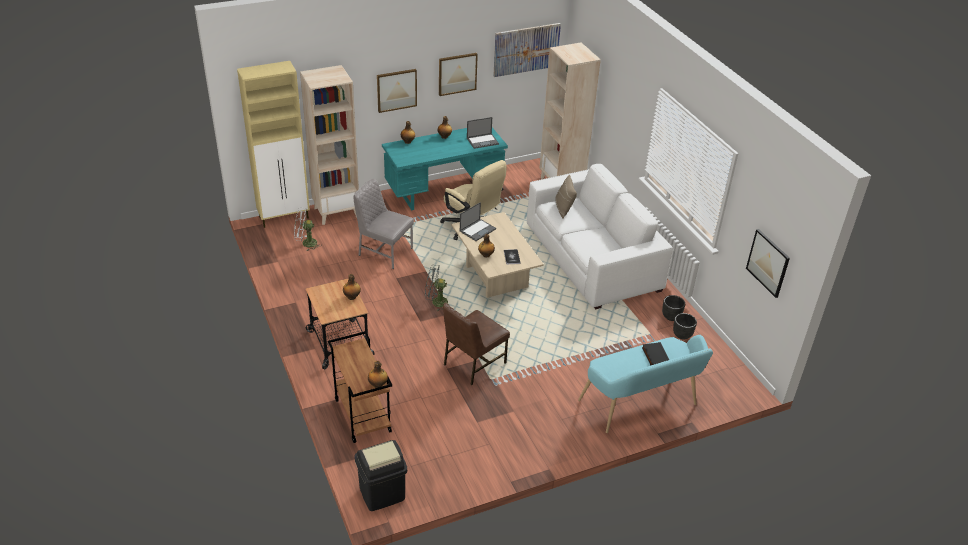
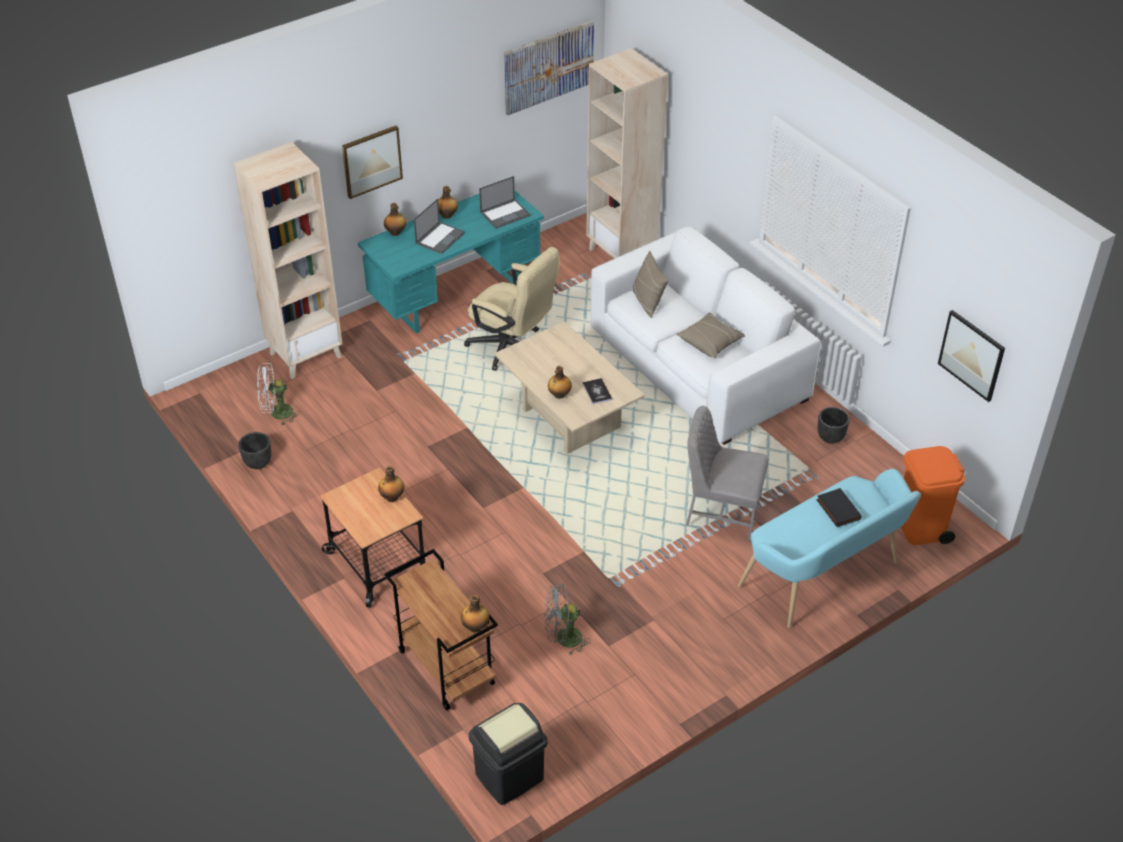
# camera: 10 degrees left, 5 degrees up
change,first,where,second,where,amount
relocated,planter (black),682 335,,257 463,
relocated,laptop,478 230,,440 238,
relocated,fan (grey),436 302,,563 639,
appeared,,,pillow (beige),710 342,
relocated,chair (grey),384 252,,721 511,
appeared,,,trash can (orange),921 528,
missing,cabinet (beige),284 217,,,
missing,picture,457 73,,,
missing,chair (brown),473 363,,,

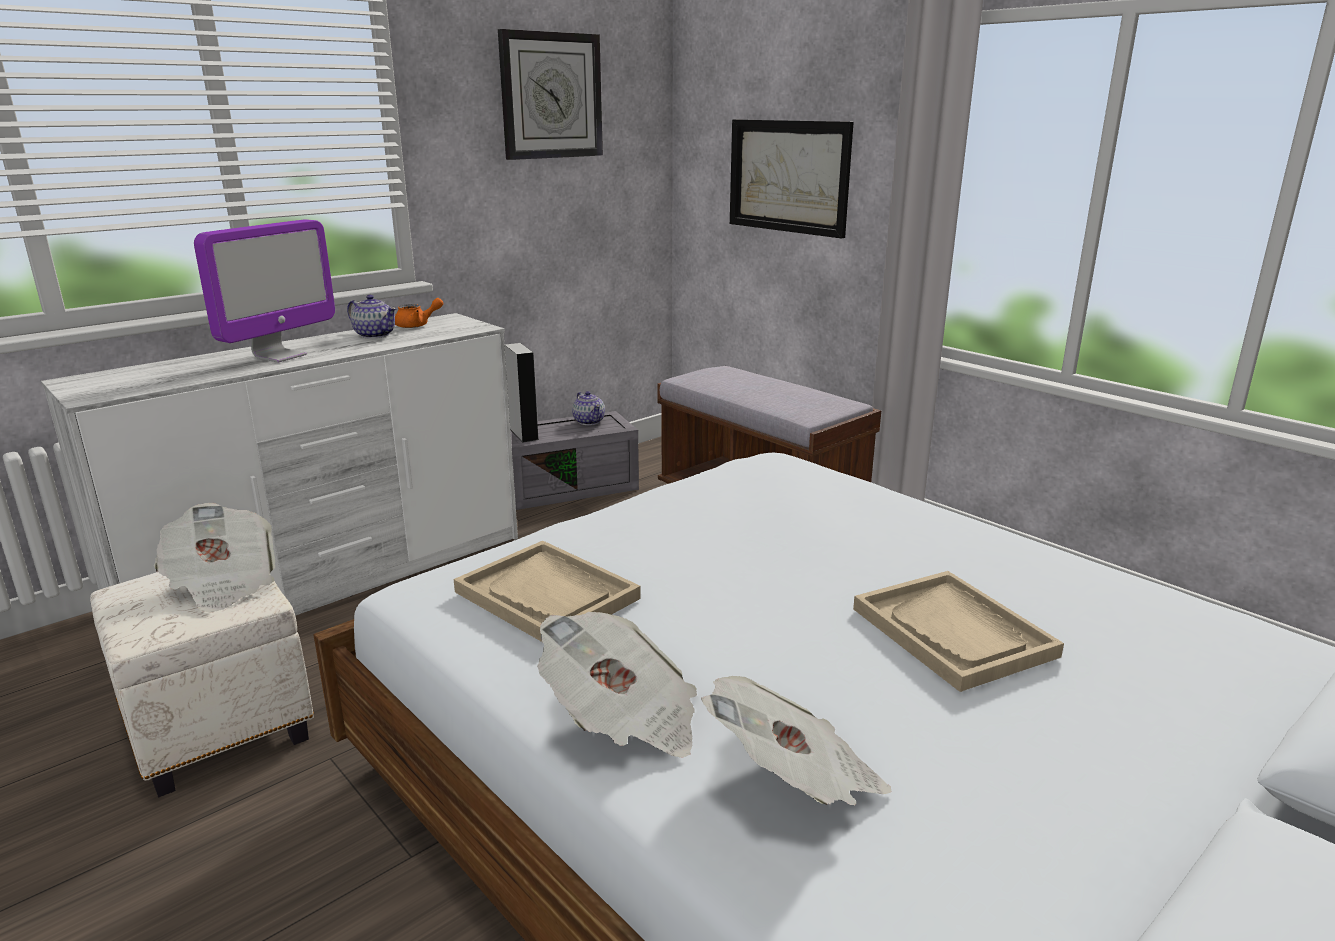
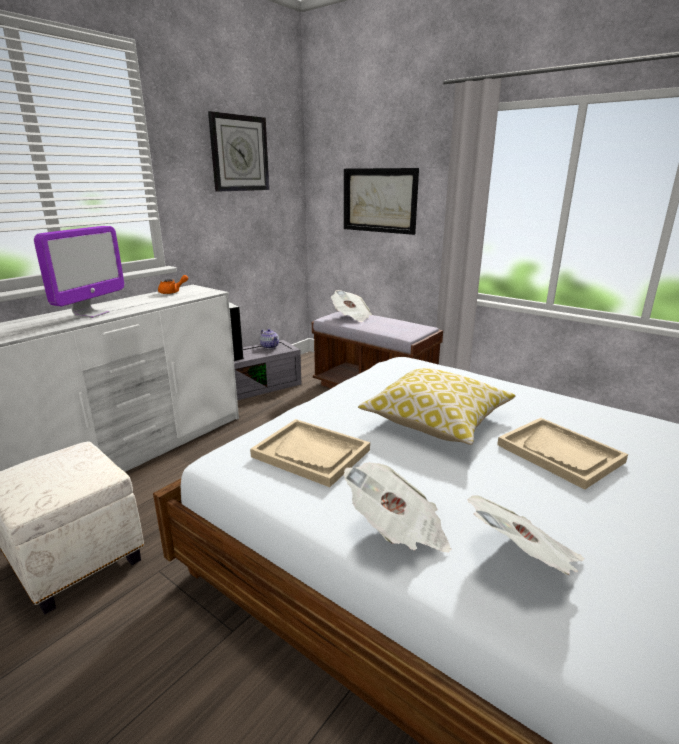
# camera: 10 degrees left, 0 degrees up
change,first,where,second,where,amount
relocated,newspaper,222 583,,351 317,
appeared,,,pillow,436 421,
missing,teapot,375 335,,,

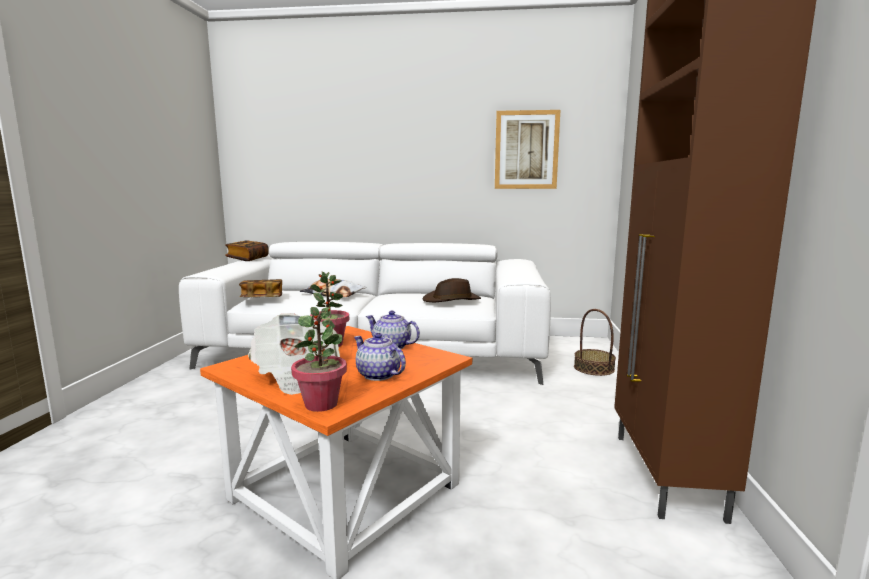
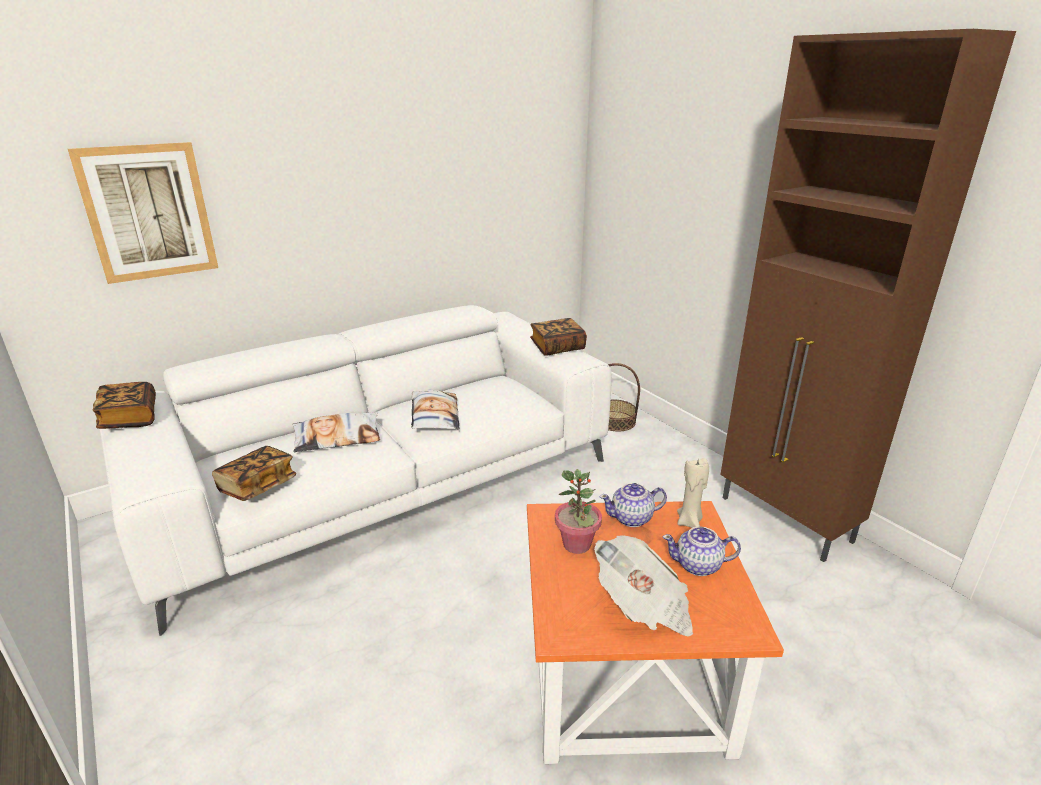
# camera: 40 degrees left, 15 degrees up
change,first,where,second,where,amount
relocated,picture,526 150,,148 212,
appeared,,,pillow,434 416,
appeared,,,book,557 347,
appeared,,,candle (beige),689 522,
missing,potted plant,321 404,,,
missing,hat (brown),452 300,,,

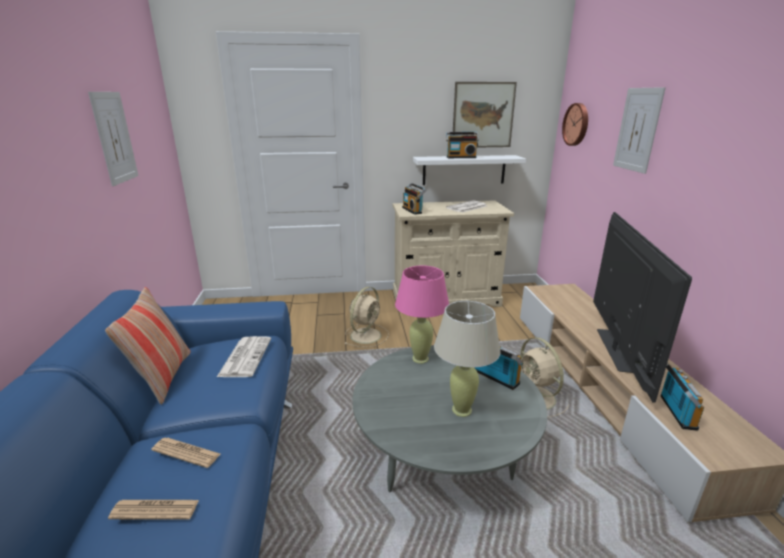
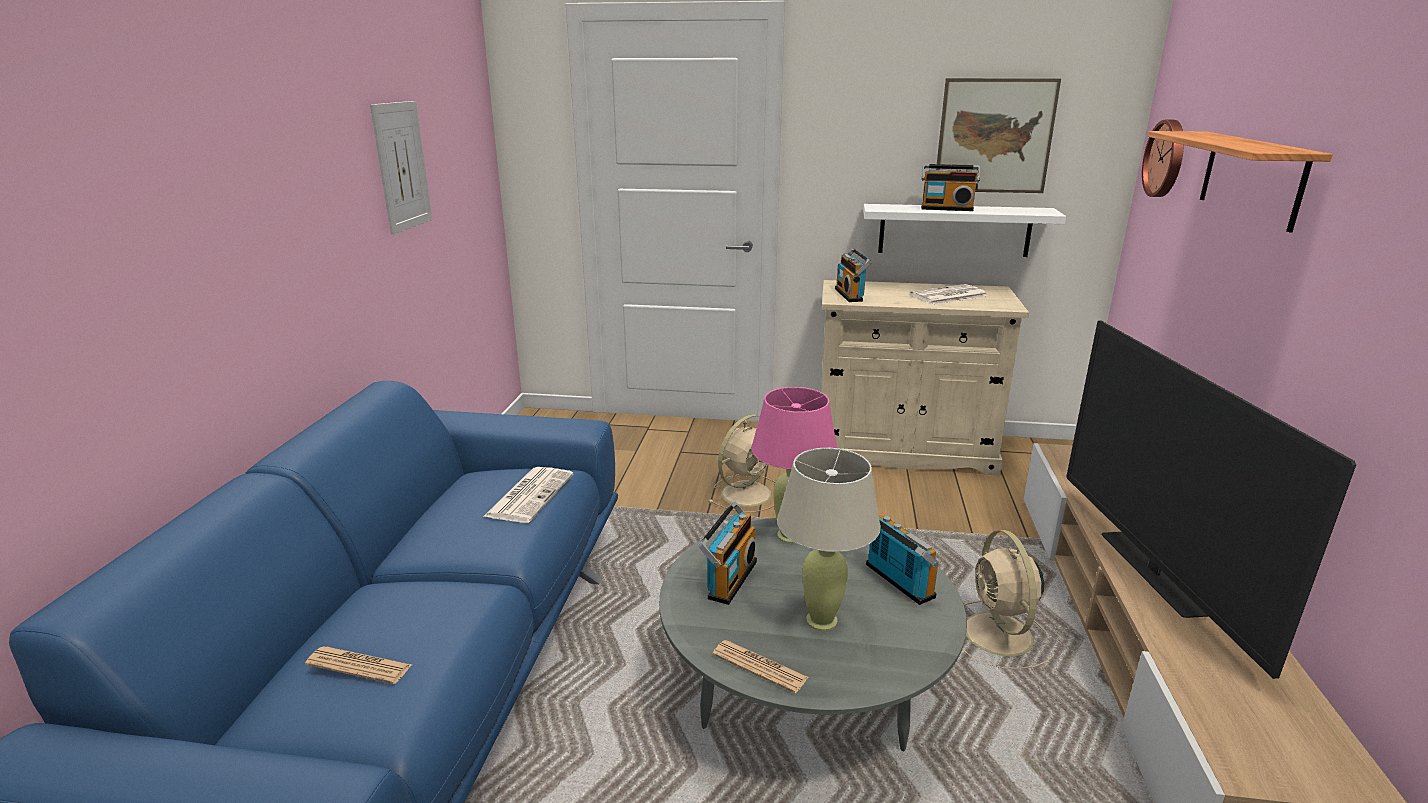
# camera: 15 degrees right, 0 degrees up
change,first,where,second,where,amount
relocated,radio,675 412,,729 579,
relocated,newspaper,186 452,,759 666,
spun,television,614 350,,1151 573,150 degrees clockwise
exchanged,picture,637 130,shelf,1251 178,
missing,pillow,163 377,,,

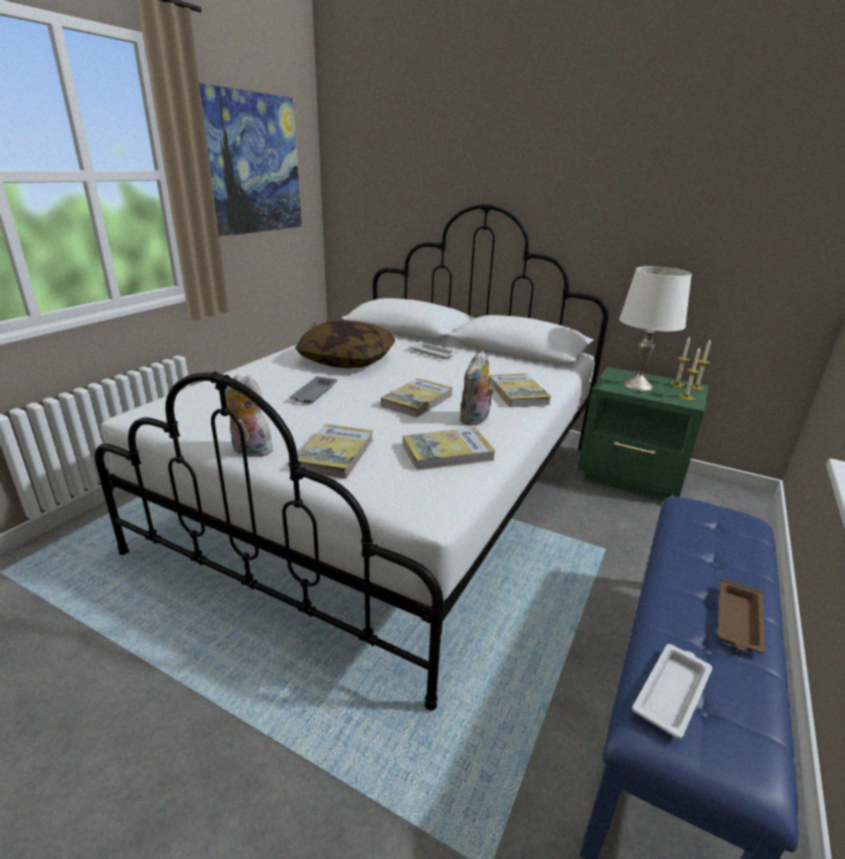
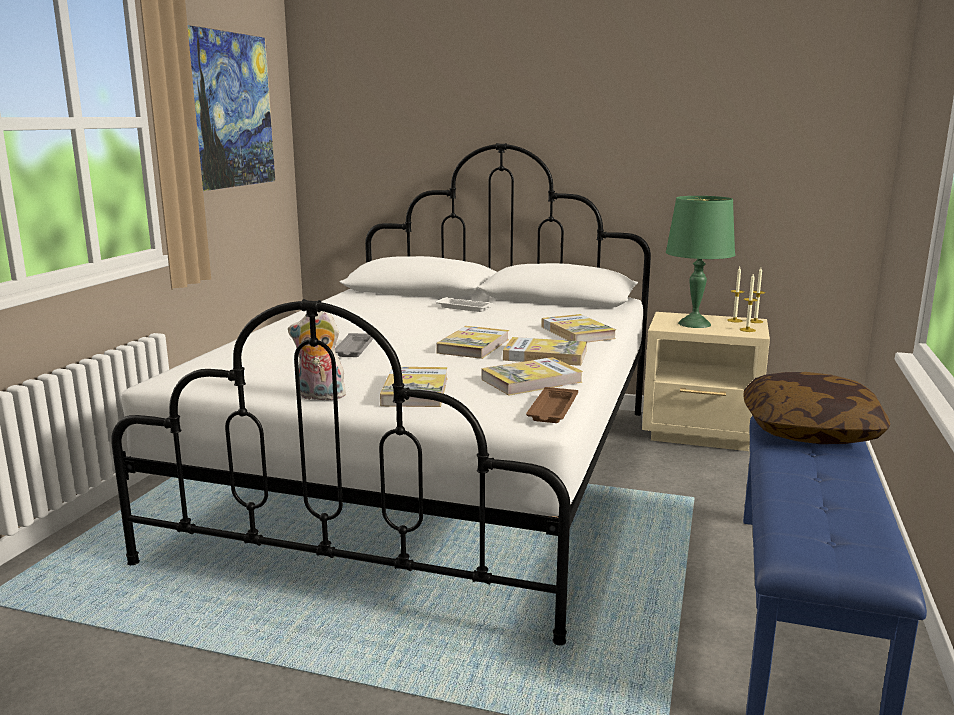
# camera: 10 degrees left, 10 degrees down
change,first,where,second,where,amount
exchanged,plush toy,475 420,book,545 355,
relocated,tray (brown),738 621,,552 410,
colour,nightstand (green),631 477,nightstand (beige),701 434,
colour,table lamp (white),637 384,table lamp (green),694 323,
relocated,pillow,347 360,,810 430,
missing,tray (white),672 692,,,

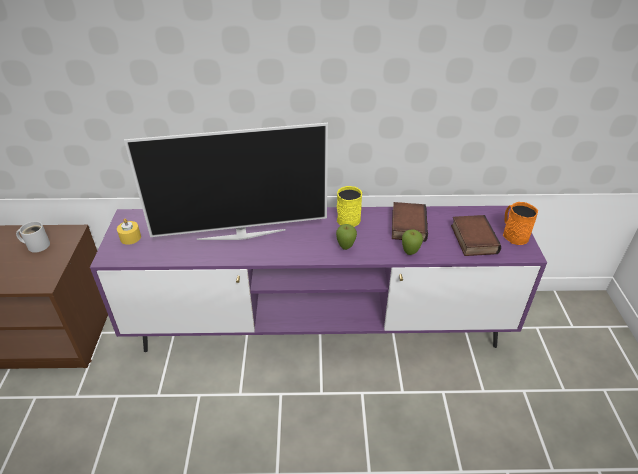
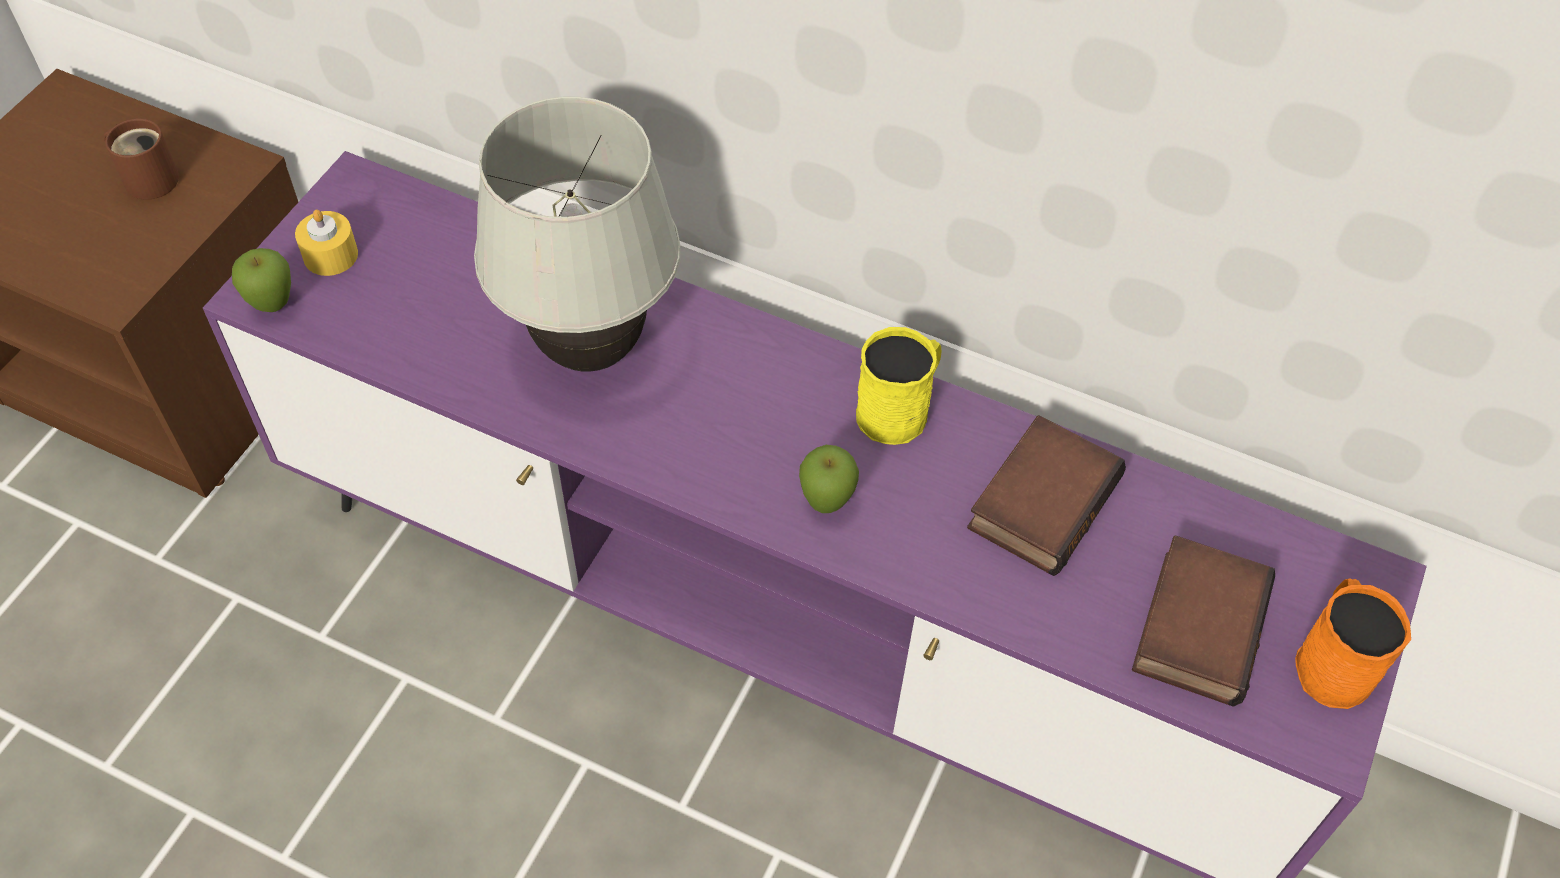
# camera: 25 degrees right, 15 degrees up
change,first,where,second,where,amount
colour,mug (white),37 245,mug (brown),149 177,
relocated,apple,410 253,,273 306,
exchanged,television,241 234,table lamp (white),591 349,

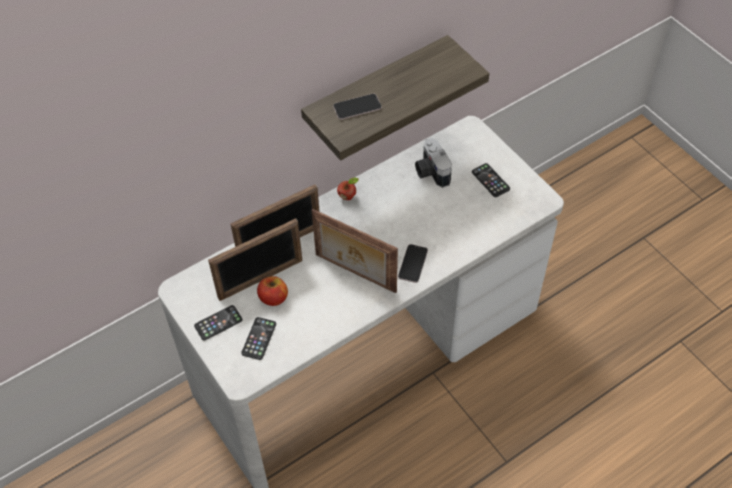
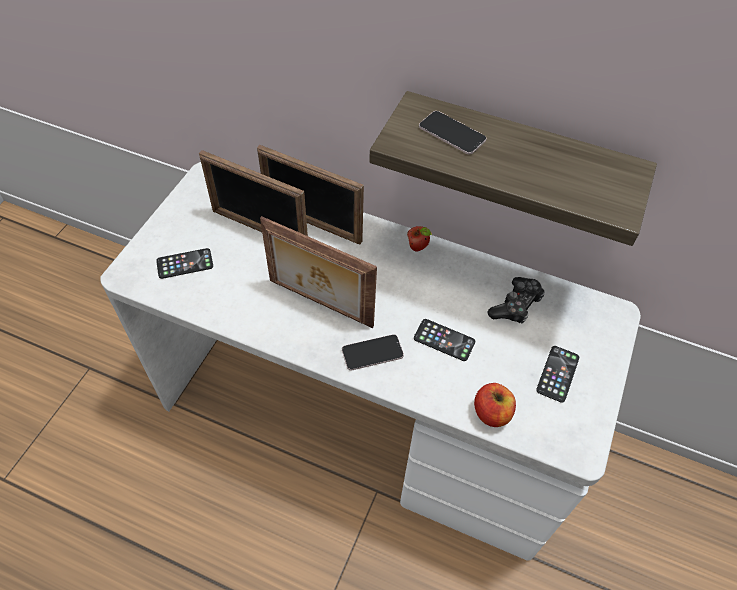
# camera: 55 degrees right, 0 degrees up
change,first,where,second,where,amount
spun,picture frame,354 274,,319 304,60 degrees counterclockwise
relocated,phone,218 323,,444 340,
relocated,apple,273 298,,491 413,
exchanged,photo camera,430 172,game controller,516 305,

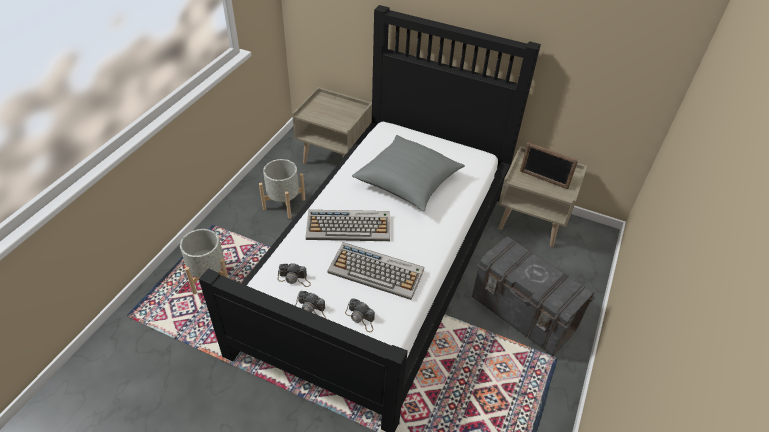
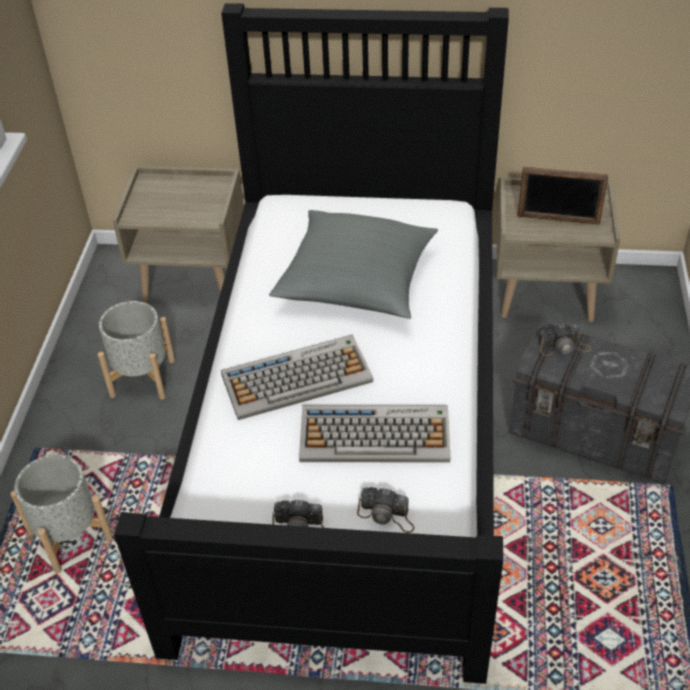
# camera: 15 degrees left, 0 degrees up
change,first,where,second,where,amount
relocated,photo camera,294 279,,564 347,

